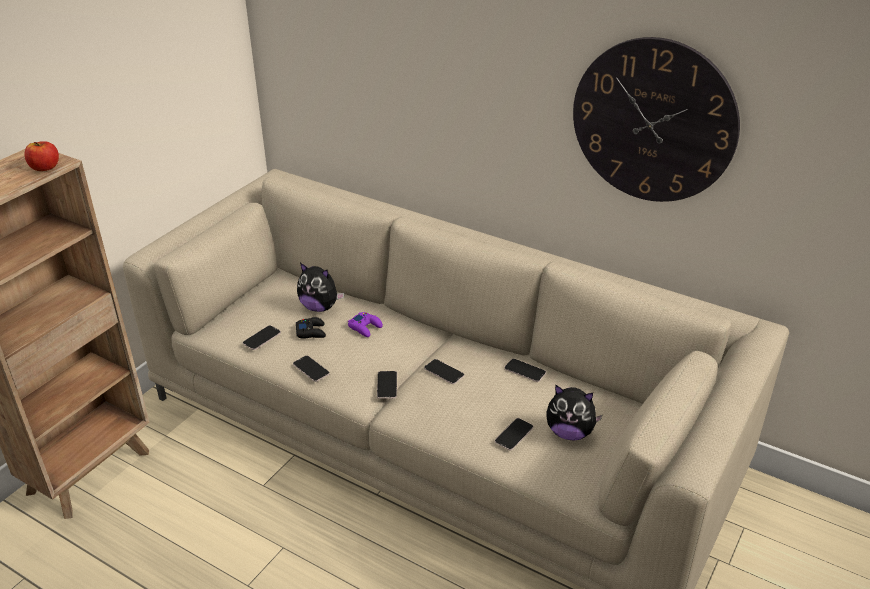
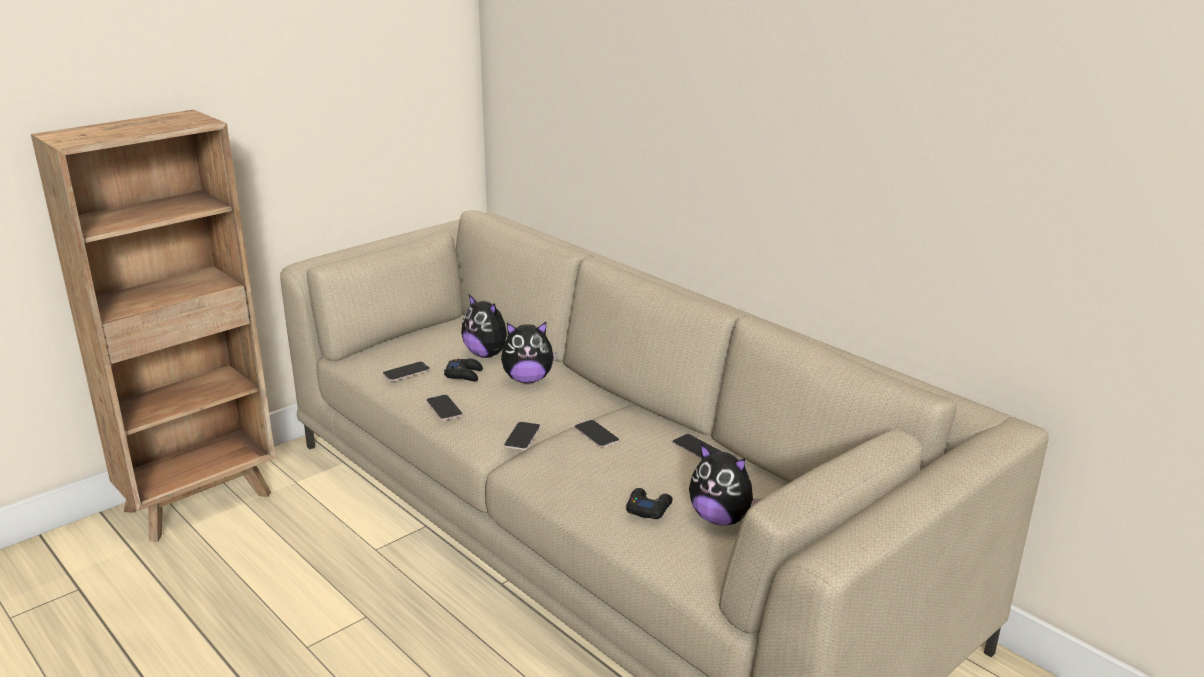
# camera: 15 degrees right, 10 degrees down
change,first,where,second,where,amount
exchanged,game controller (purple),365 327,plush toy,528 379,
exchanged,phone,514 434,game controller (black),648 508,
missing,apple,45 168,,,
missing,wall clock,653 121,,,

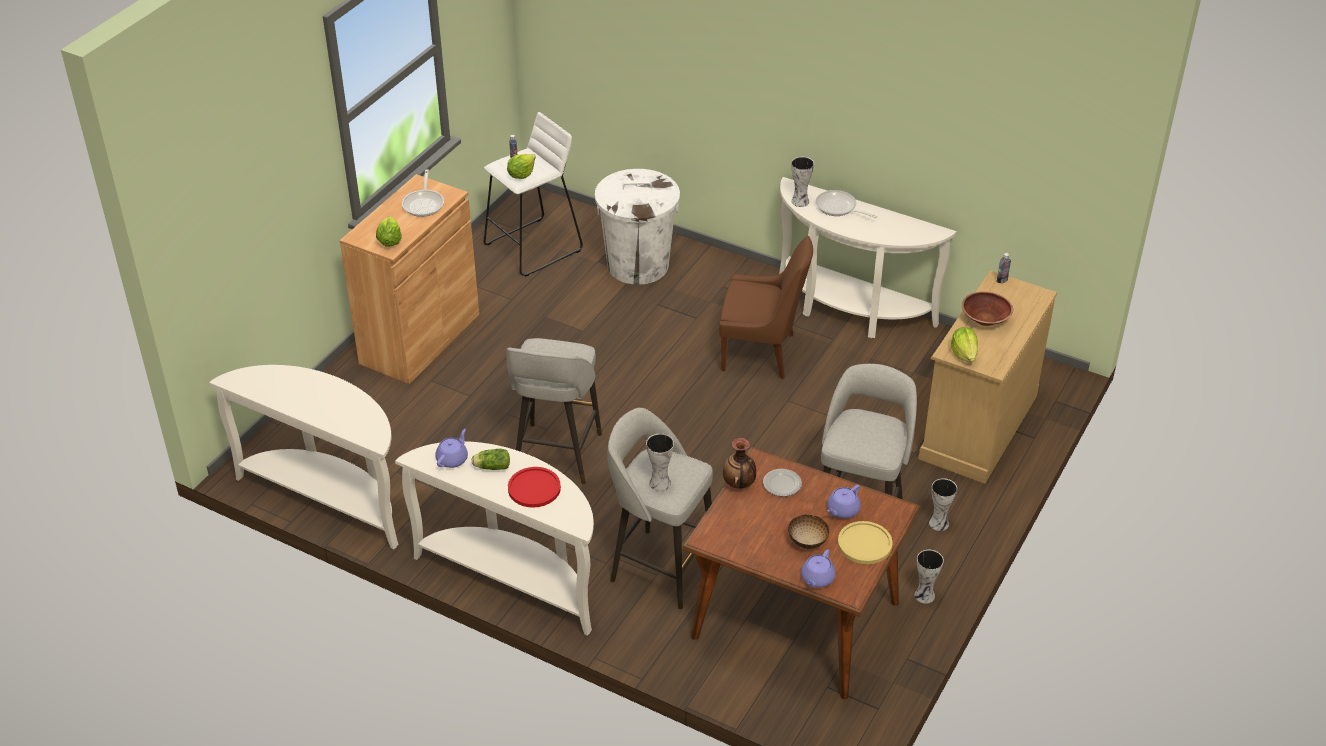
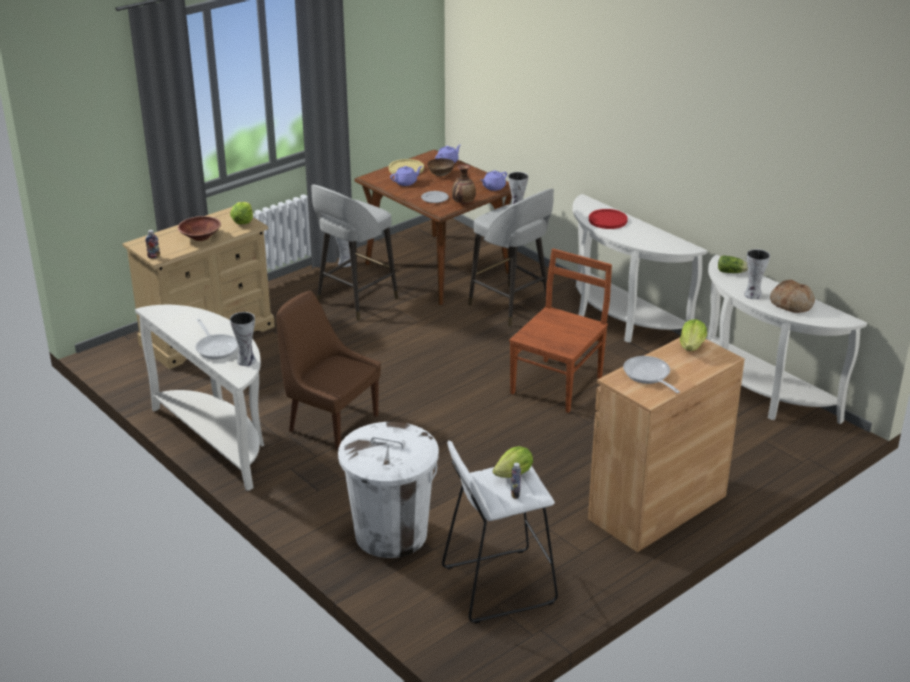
# camera: 160 degrees left, 10 degrees down
change,first,where,second,where,amount
relocated,teapot (purple),452 459,,493 187,
exchanged,stool (grey),556 456,chair (brown),558 384,
spun,frying pan,424 203,,648 376,45 degrees counterclockwise
relocated,lettuce,491 467,,732 272,
relocated,vase,939 523,,752 295,
appeared,,,bread,791 304,

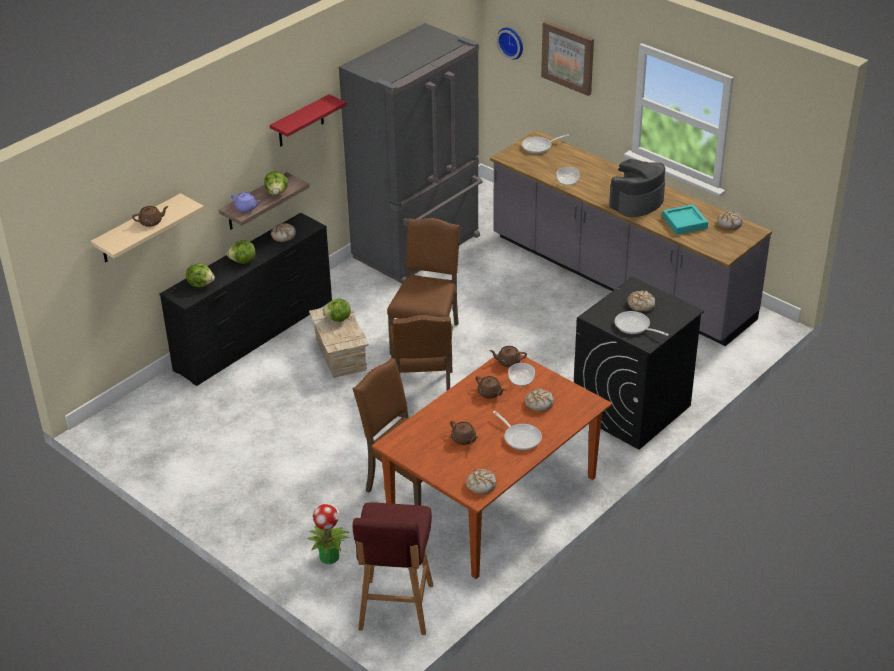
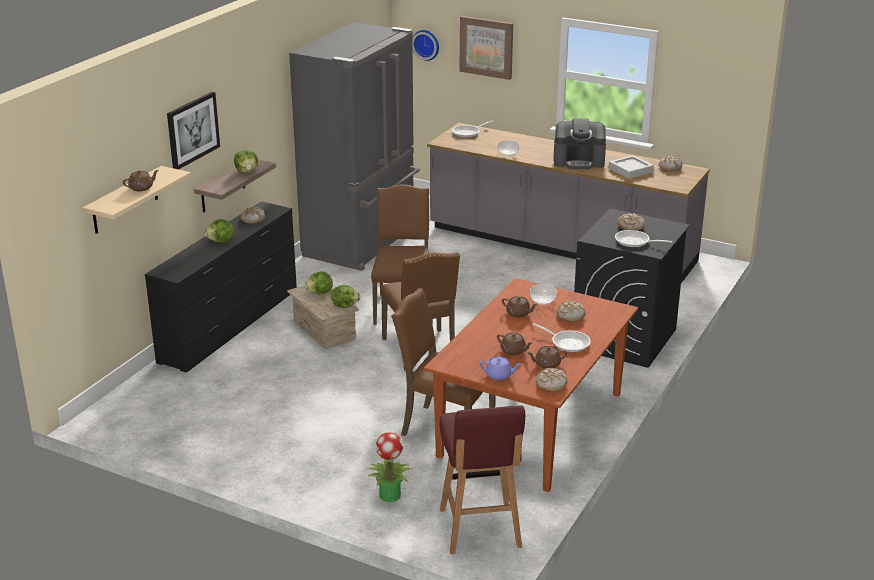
# camera: 15 degrees left, 10 degrees down
change,first,where,second,where,amount
appeared,,,picture,192 130,
relocated,lettuce,201 284,,345 305,
relocated,teapot (purple),246 208,,499 375,
relocated,teapot (brown),508 362,,546 364,
spun,coffee machine,636 202,,579 161,120 degrees counterclockwise
colour,tray (turquoise),684 223,tray (grey),630 170,
missing,shelf (red),300 122,,,

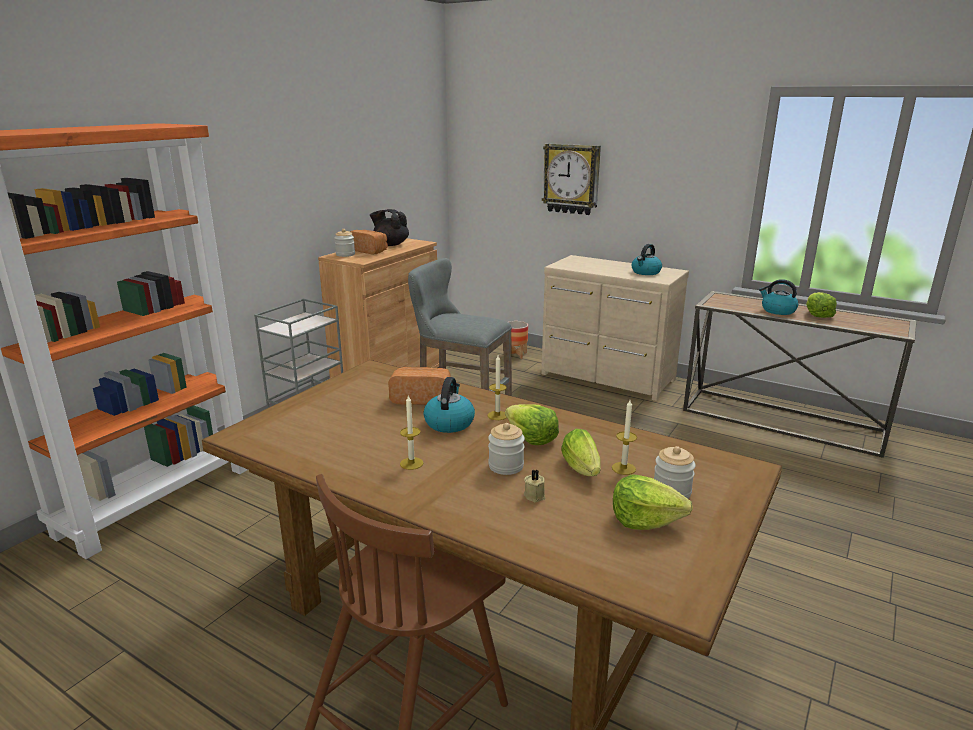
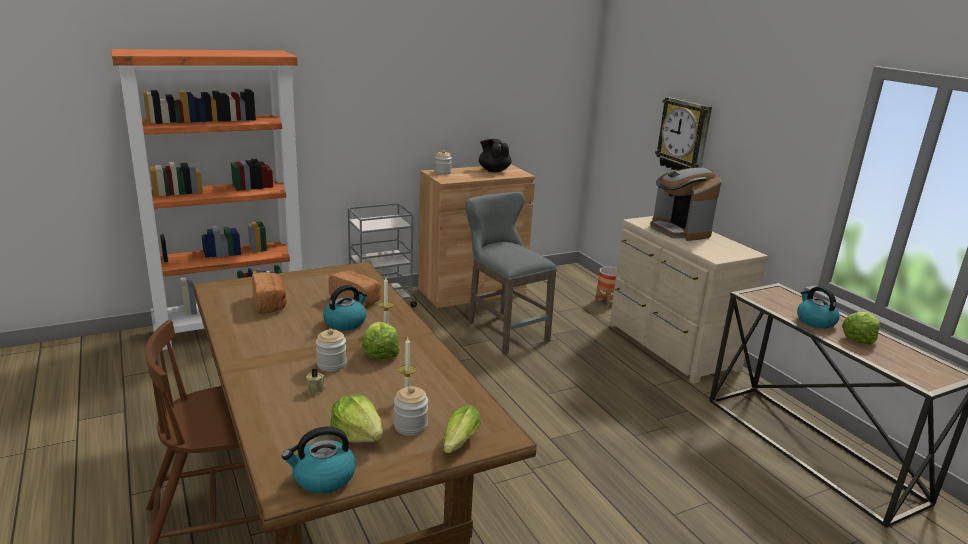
# camera: 30 degrees right, 0 degrees up
change,first,where,second,where,amount
relocated,bread,369 251,,270 304,
relocated,kettle,645 272,,323 478,
relocated,lettuce,582 469,,458 444,
appeared,,,coffee machine,679 231,
missing,candle,411 463,,,

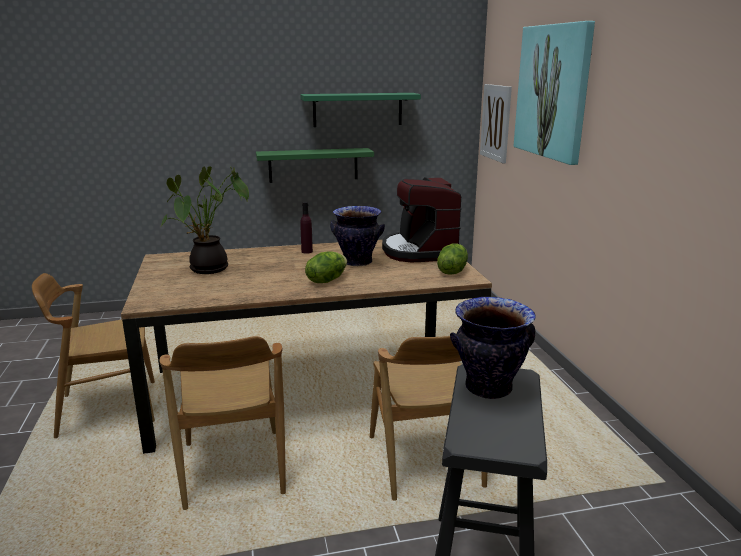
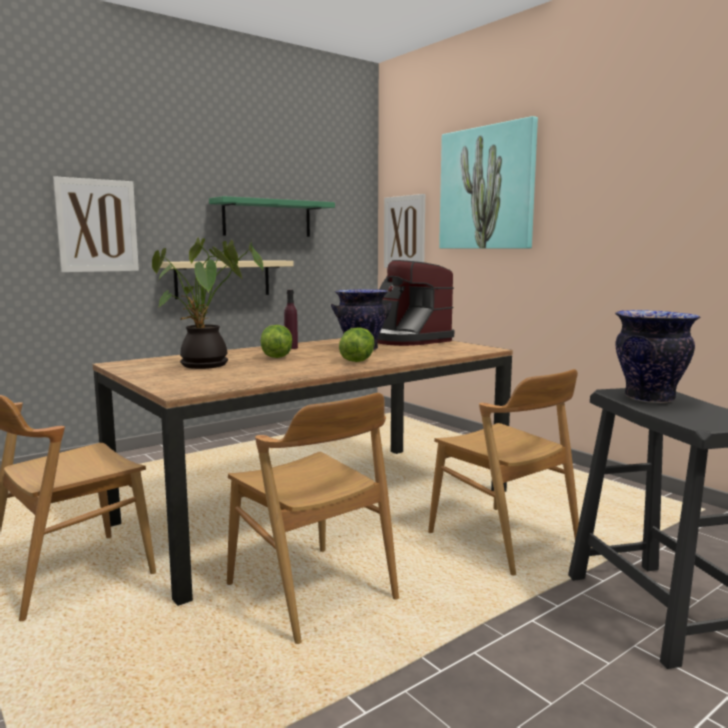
# camera: 25 degrees left, 10 degrees down
change,first,where,second,where,amount
appeared,,,picture,97 226,
colour,shelf (green),313 165,shelf (beige),223 279,
relocated,lettuce,452 271,,276 356,

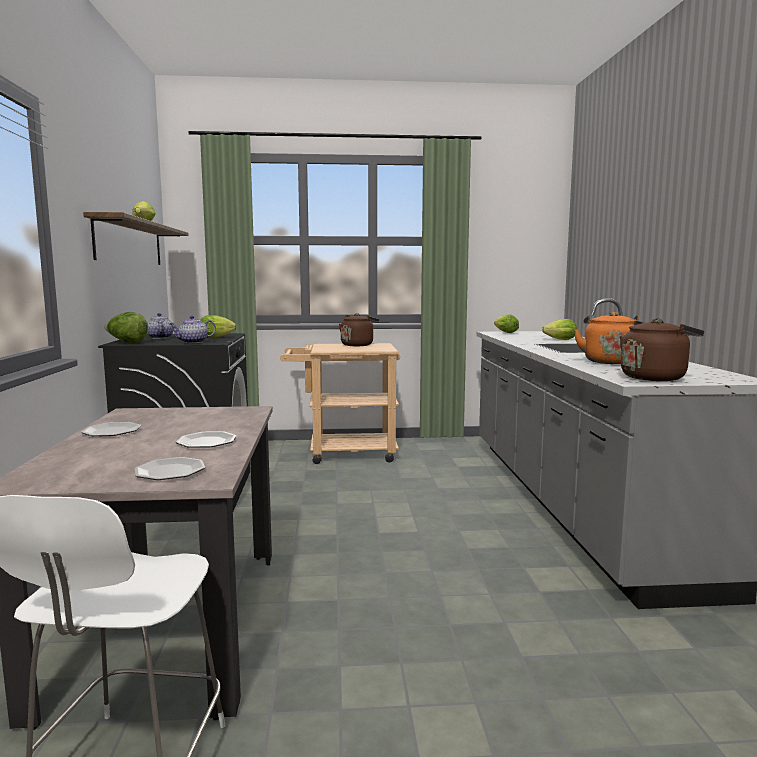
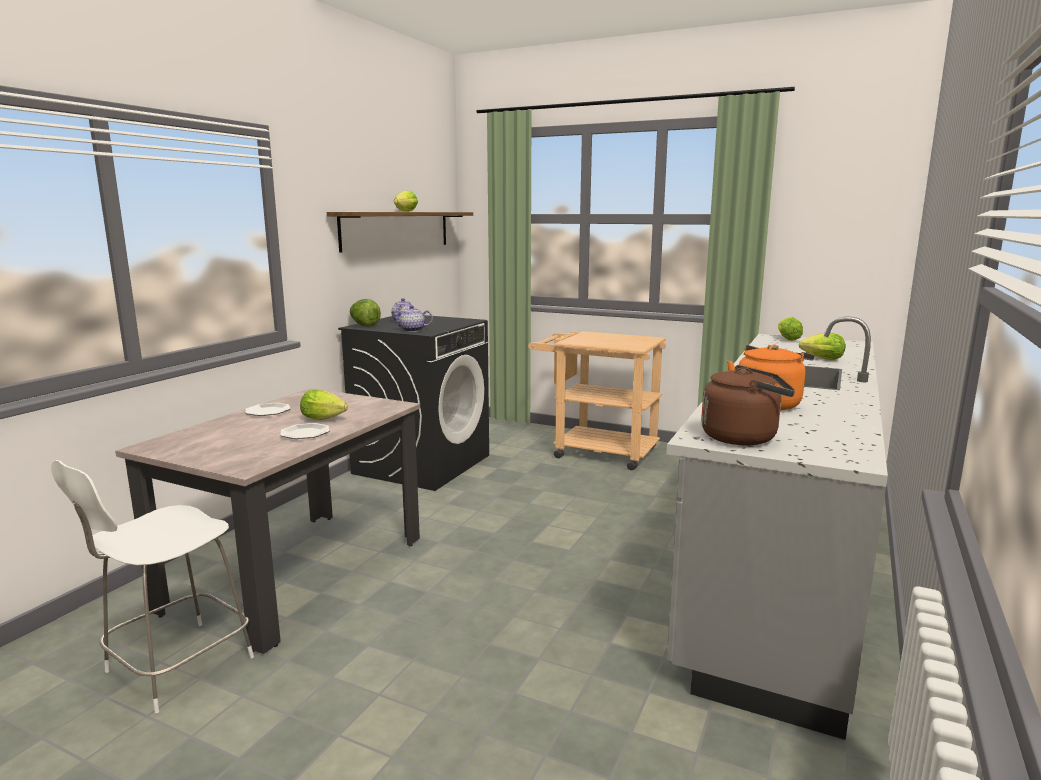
# camera: 30 degrees right, 5 degrees up
change,first,where,second,where,amount
relocated,lettuce,218 337,,326 419,
missing,plate,170 471,,,
missing,kettle (brown),358 345,,,

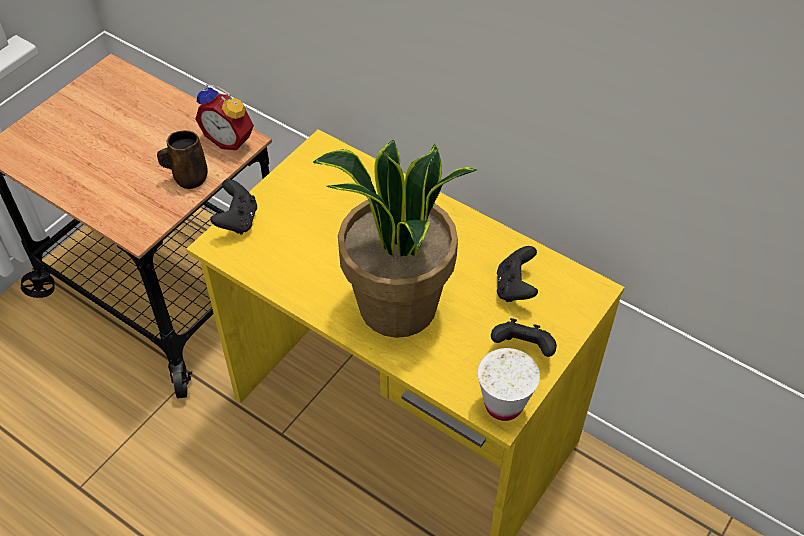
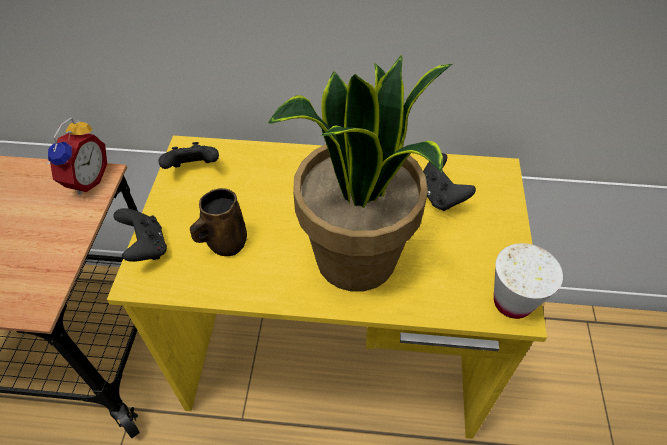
# camera: 30 degrees left, 0 degrees up
change,first,where,second,where,amount
spun,alarm clock,230 139,,85 180,75 degrees counterclockwise
relocated,game controller (black),523 349,,193 169,
relocated,mug (brown),189 178,,225 243,

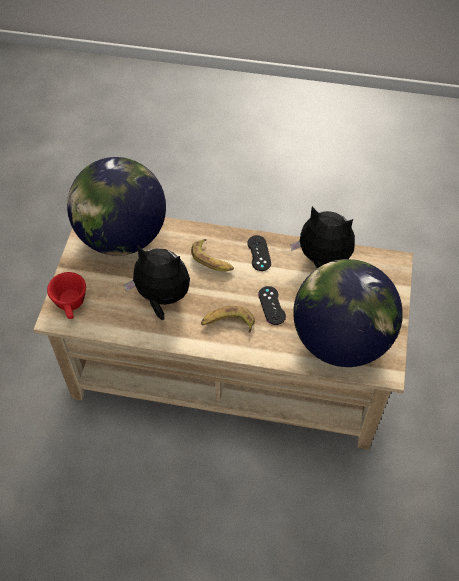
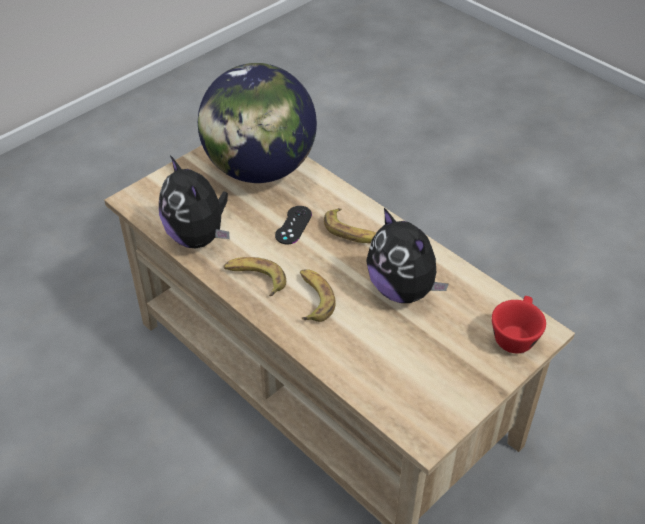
# camera: 145 degrees left, 10 degrees down
change,first,where,second,where,amount
exchanged,game controller (black),259 253,banana,255 279,
missing,globe,122 237,,,

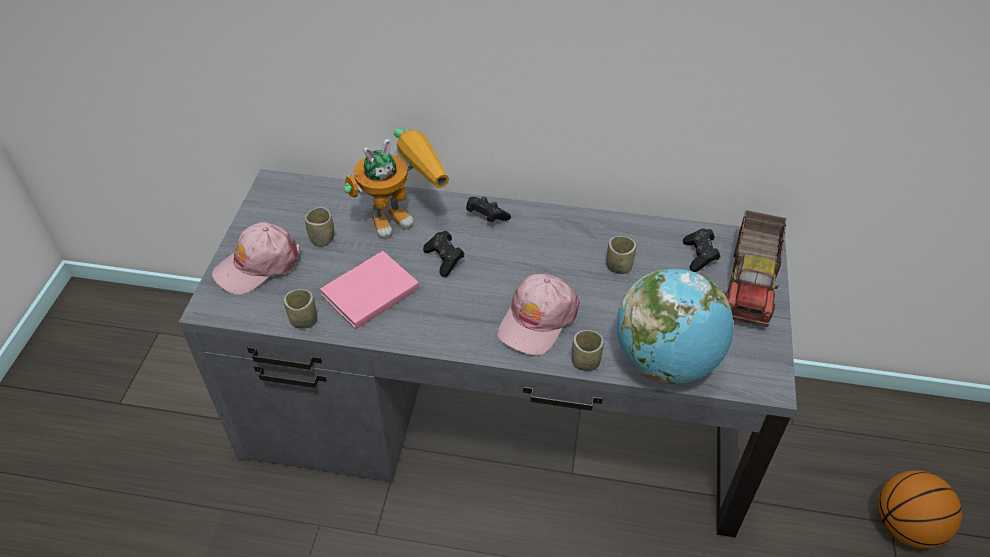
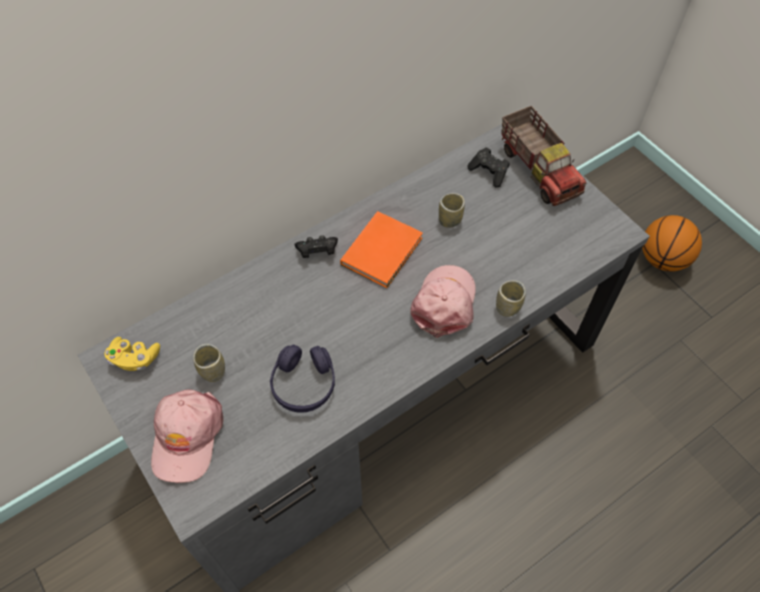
# camera: 45 degrees left, 10 degrees up
change,first,where,second,where,amount
appeared,,,game controller (yellow),134 359,
exchanged,book (pink),367 292,headphones (purple),304 384,
appeared,,,book (orange),384 250,
spun,cap (pink),537 320,,444 303,150 degrees counterclockwise
missing,cup,304 320,,,
missing,toy robot,402 215,,,
missing,game controller (black),444 259,,,
missing,globe,666 361,,,

